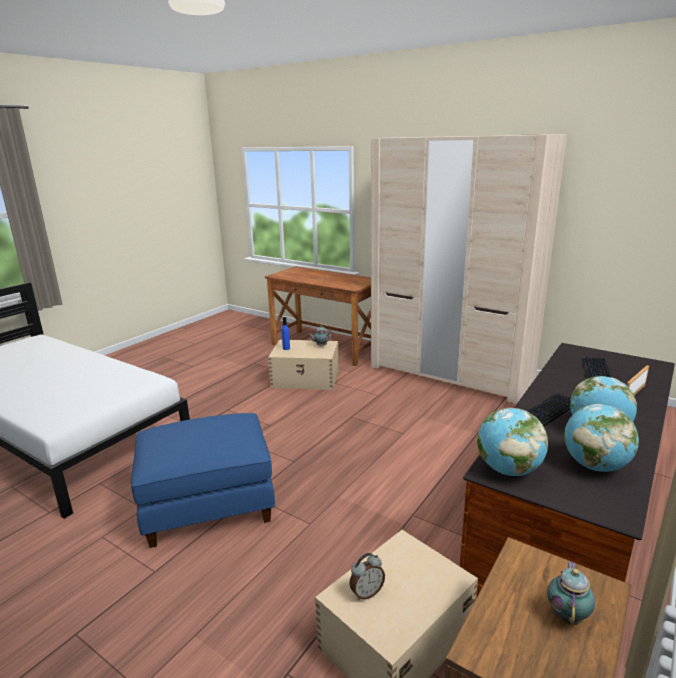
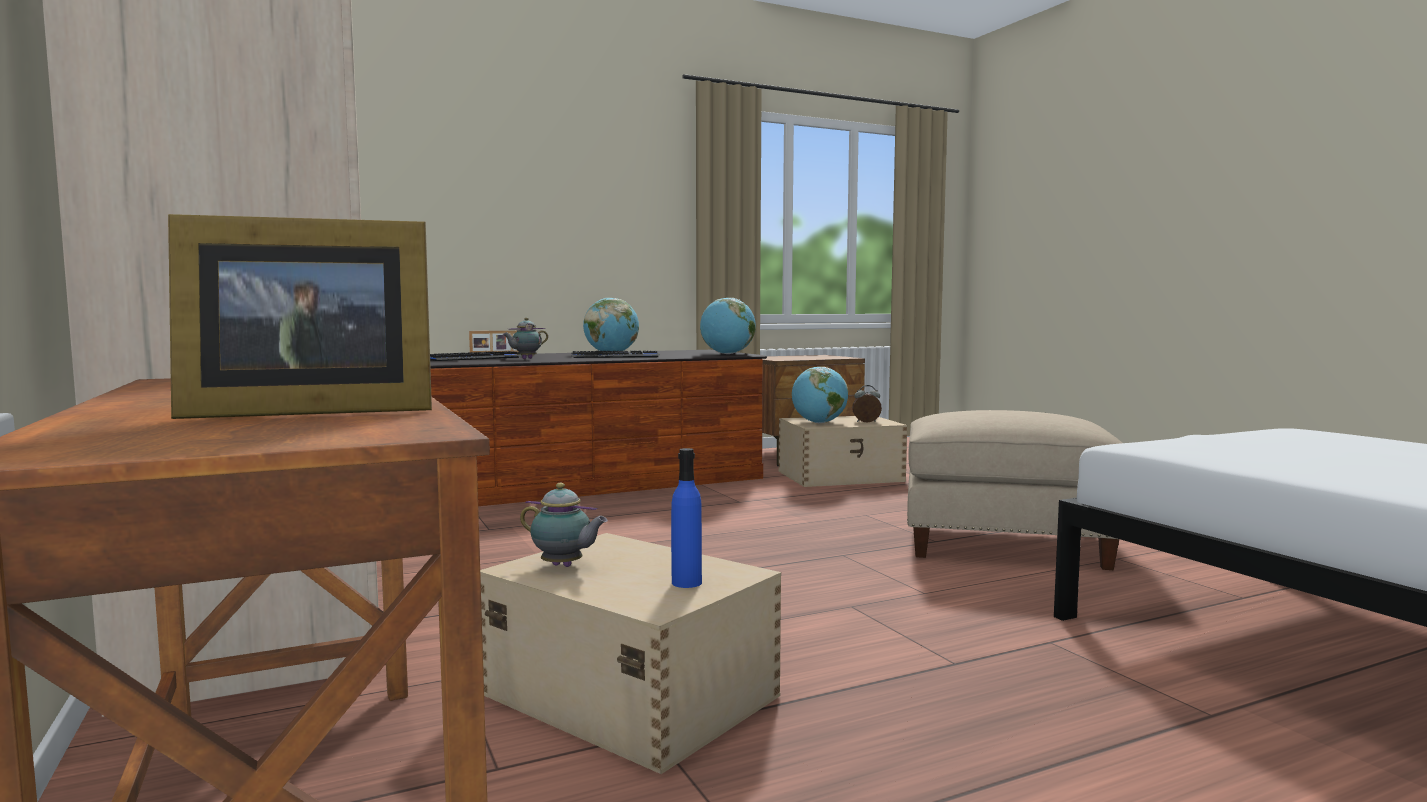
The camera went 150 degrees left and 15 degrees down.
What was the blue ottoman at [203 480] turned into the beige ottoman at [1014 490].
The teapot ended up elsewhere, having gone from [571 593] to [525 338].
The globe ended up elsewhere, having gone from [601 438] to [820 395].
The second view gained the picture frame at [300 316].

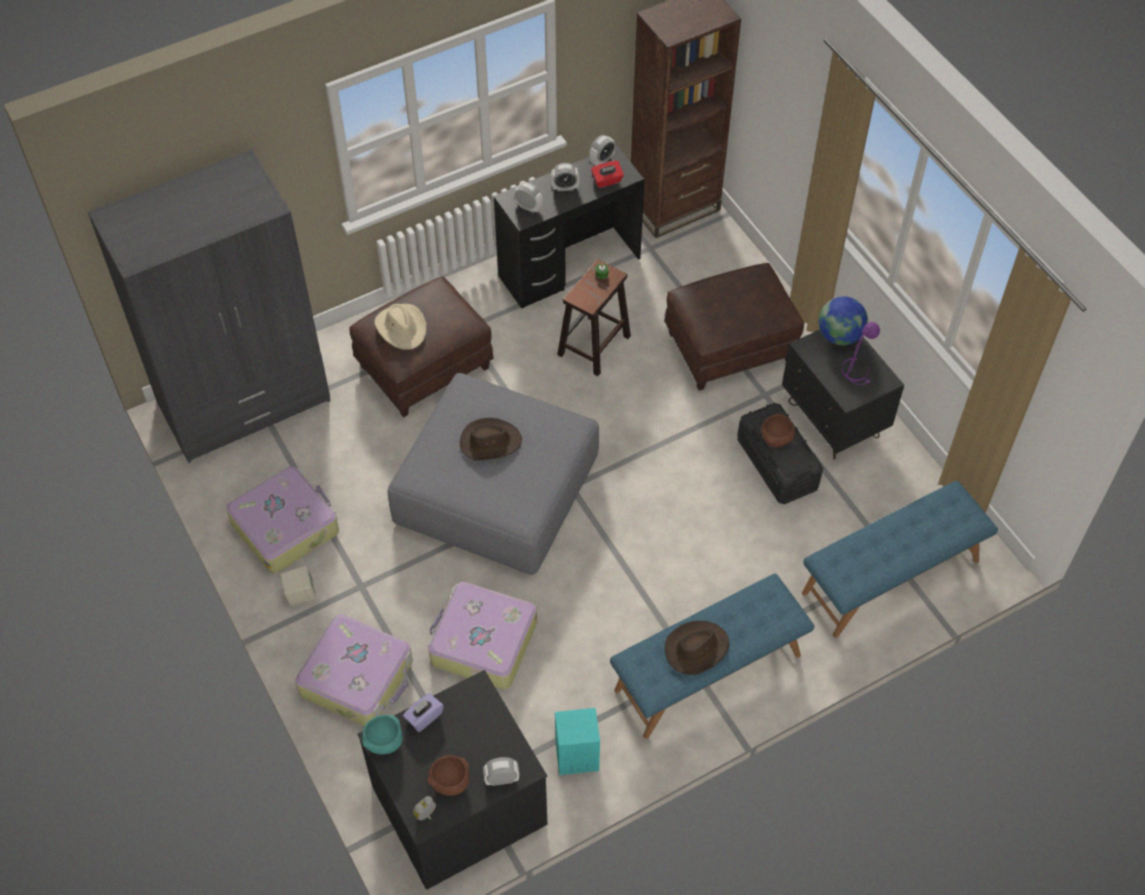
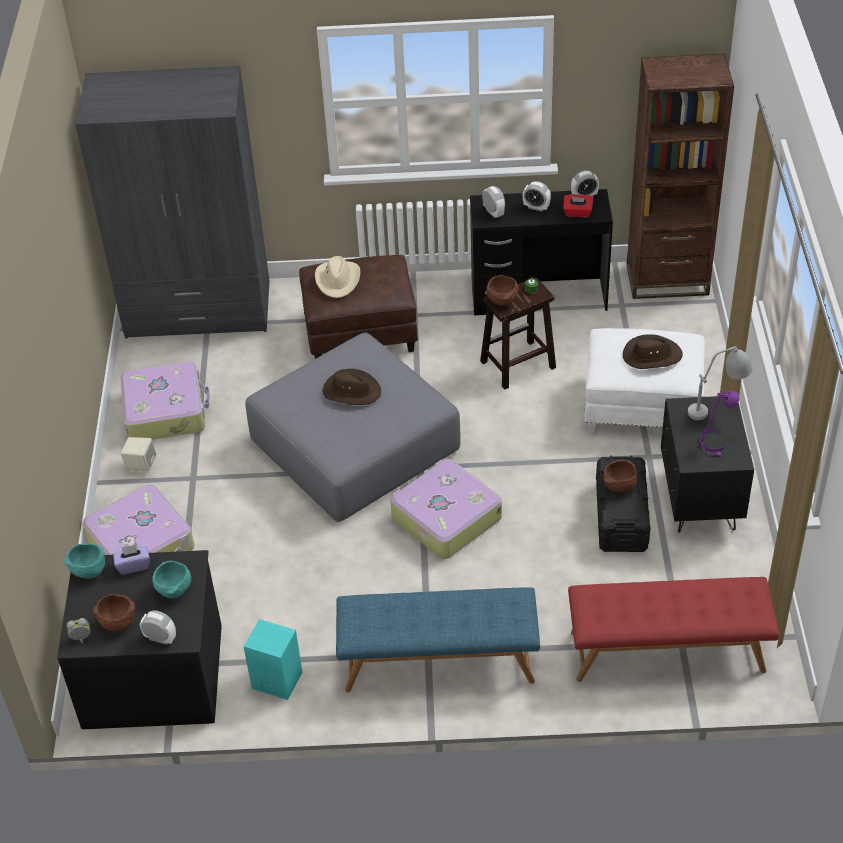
The camera went 30 degrees right and 10 degrees down.
The suitcase ended up elsewhere, having gone from [482 635] to [446 509].
What was the brown ottoman at [734 327] turned into the white ottoman at [644 380].
The brown hat ended up elsewhere, having gone from [697 648] to [653 351].
What was the blue bench at [900 559] turned into the red bench at [674 629].
Where the globe stood at [843 320], the grey table lamp came to stand at [720 383].
The second view gained the turquoise bowl at [171 580].
The second view gained the brown bowl at [502 290].

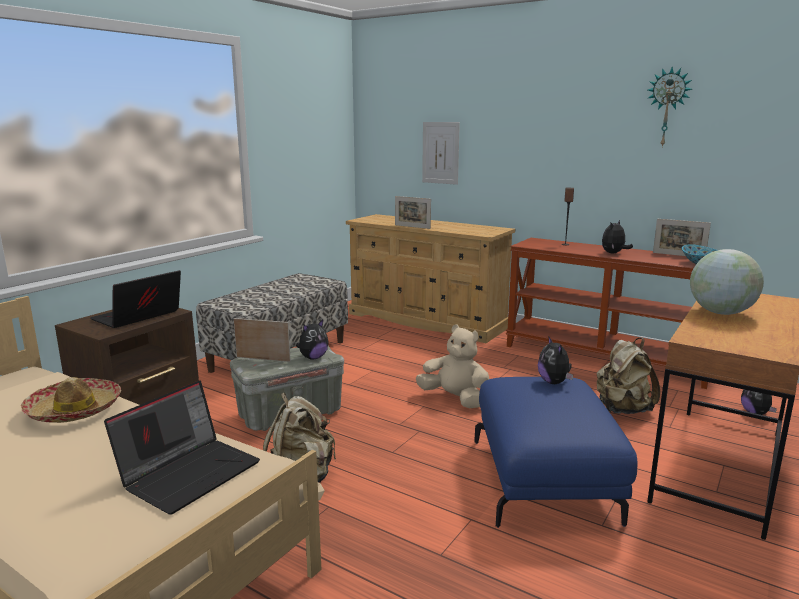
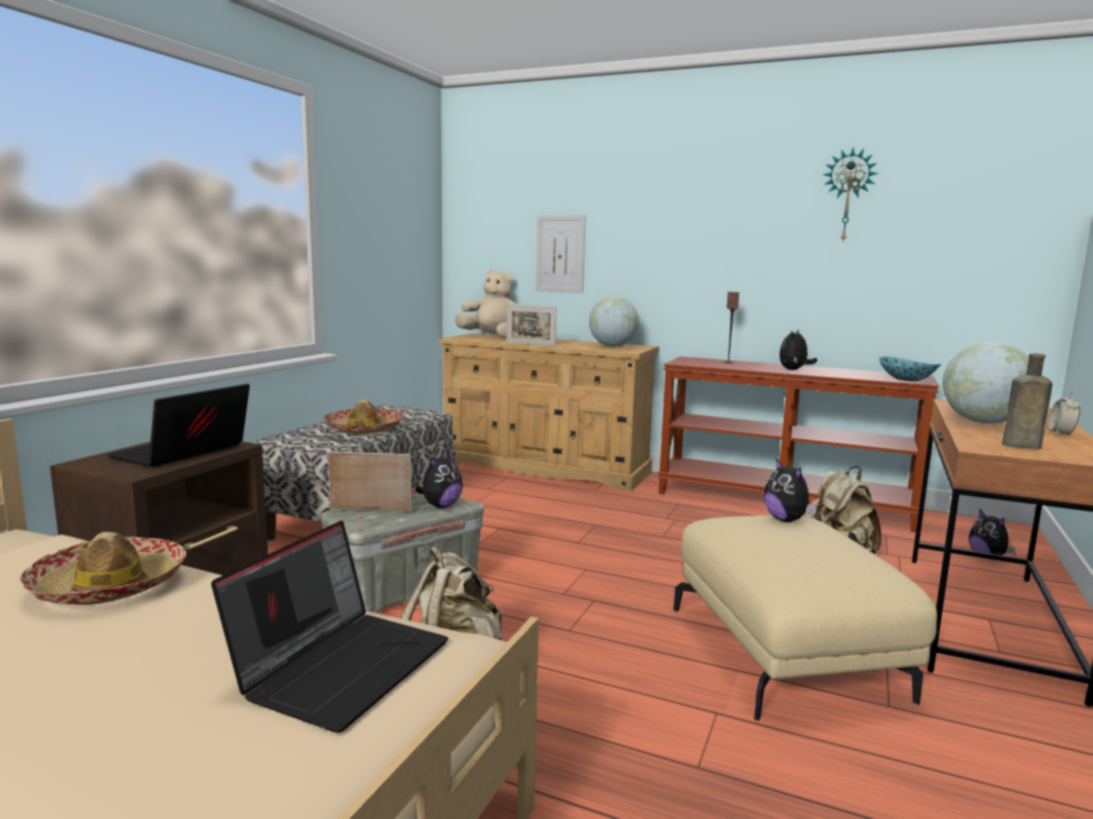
The camera went 10 degrees left and 5 degrees down.
The beige plush toy ended up elsewhere, having gone from [452 366] to [487 304].
What was the blue ottoman at [556 452] turned into the beige ottoman at [805 618].
The second view lost the picture frame at [682 237].
The second view gained the hat at [363 417].
The second view gained the globe at [614 322].
The second view gained the brown bottle at [1027 401].
The second view gained the alarm clock at [1063 413].

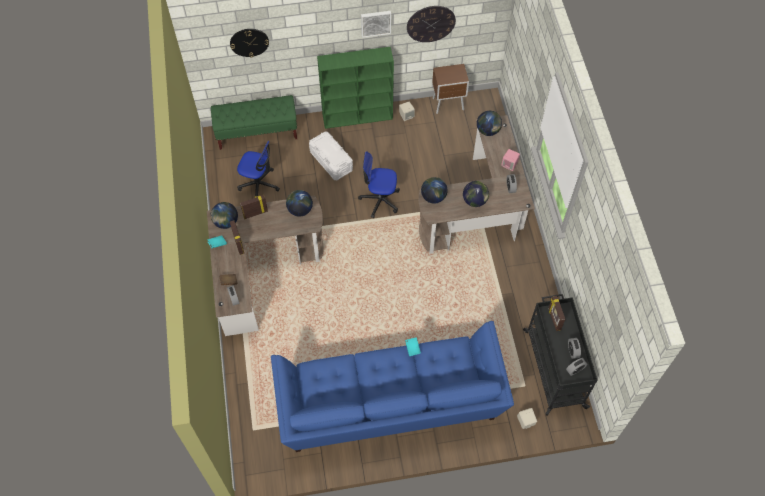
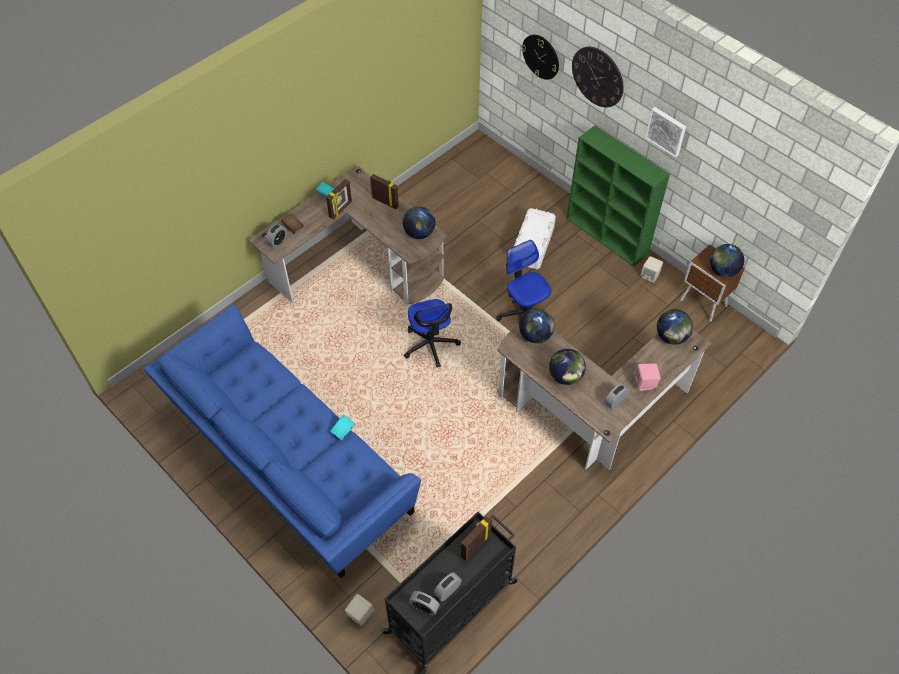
The camera went 55 degrees right and 5 degrees down.
The second view lost the green bench at [254 122].
The globe ended up elsewhere, having gone from [224 215] to [727 260].
The office chair ended up elsewhere, having gone from [258 168] to [432 333].
The wall clock ended up elsewhere, having gone from [431 24] to [598 77].

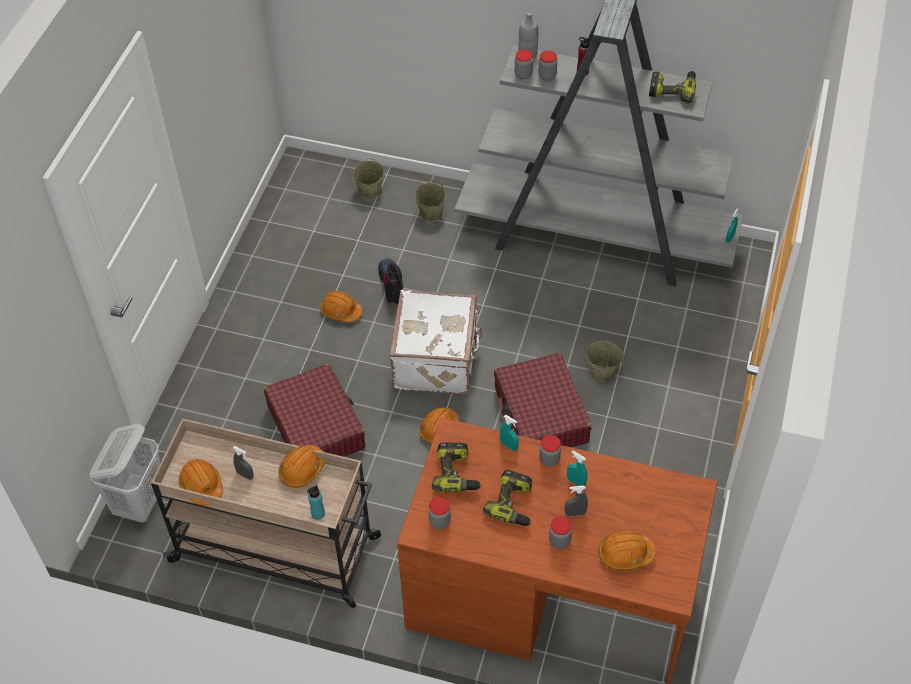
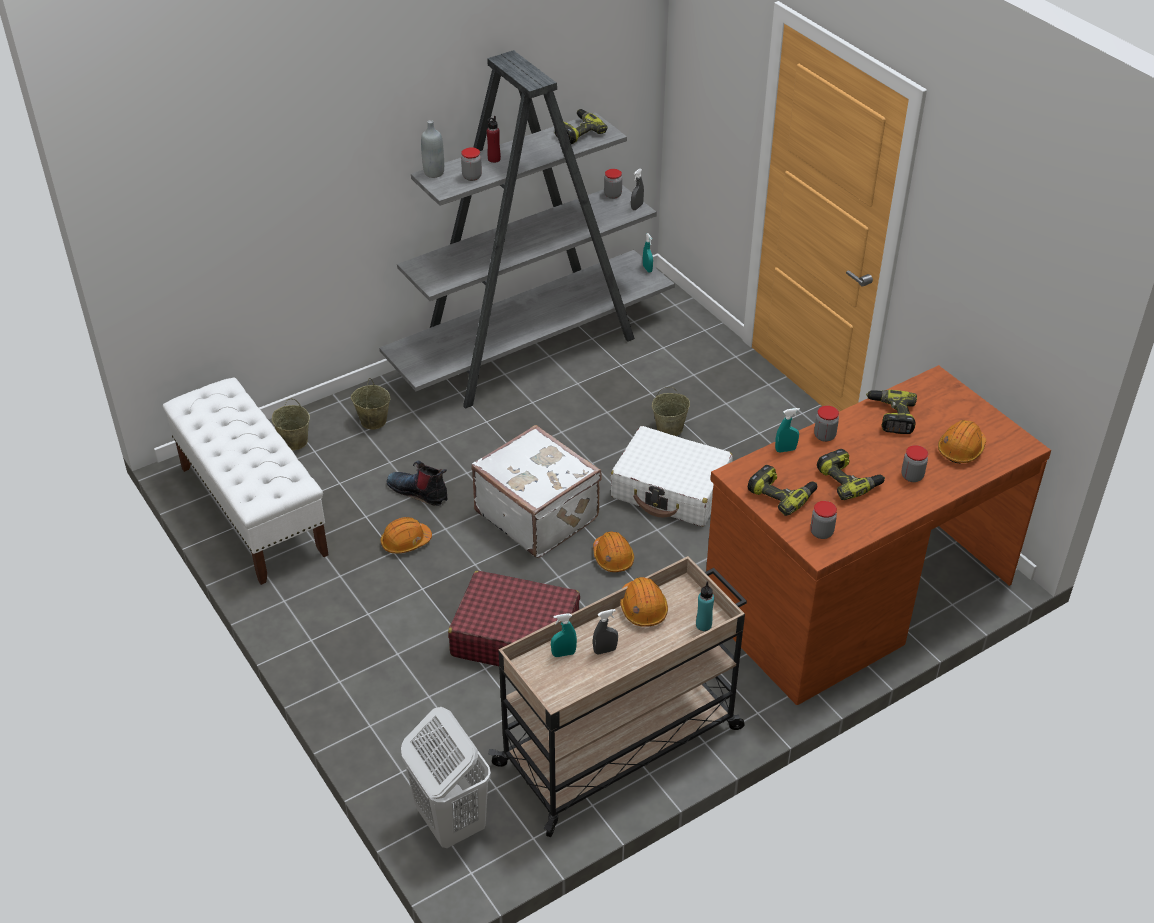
The camera went 50 degrees left and 10 degrees down.
The second view lost the orange hard hat at [200 482].
What was the red suitcase at [542 400] turned into the white suitcase at [671 476].
The jar ended up elsewhere, having gone from [524 64] to [613 184].
The grey spray bottle ended up elsewhere, having gone from [576 501] to [637 189].
The turquoise spray bottle ended up elsewhere, having gone from [577 468] to [564 635].
The second view gained the white bench at [246 481].
The second view gained the power drill at [891 412].

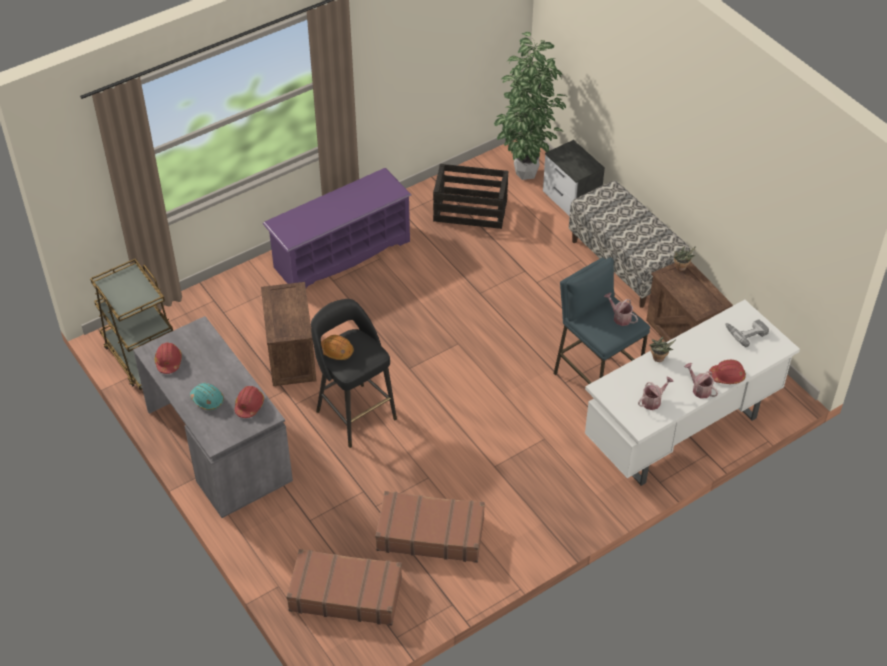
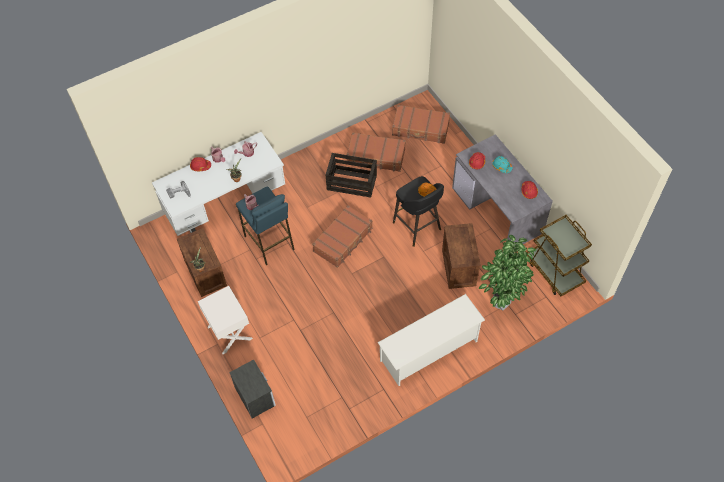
The camera went 175 degrees left and 10 degrees up.
What was the purple shoe rack at [337 228] turned into the white shoe rack at [431 340].
The crate ended up elsewhere, having gone from [470 196] to [351 175].
The potted plant ended up elsewhere, having gone from [530 106] to [507 272].
Where the bench stood at [629 244], the white nightstand came to stand at [225 320].
The second view gained the brown suitcase at [342 236].

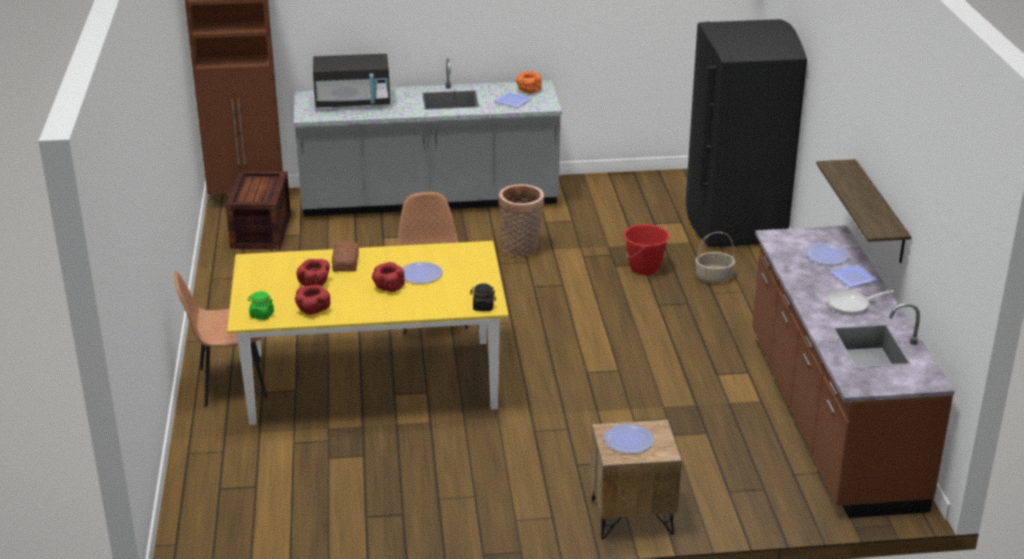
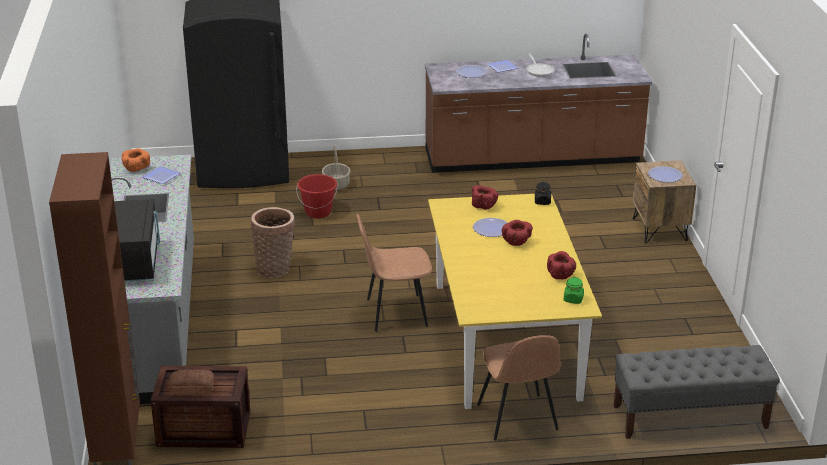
The camera went 90 degrees left and 0 degrees up.
The red bowl ended up elsewhere, having gone from [313 272] to [485 197].
The bread ended up elsewhere, having gone from [345 256] to [191 381].
The second view lost the shelf at [863 211].
The second view gained the grey bench at [697 392].

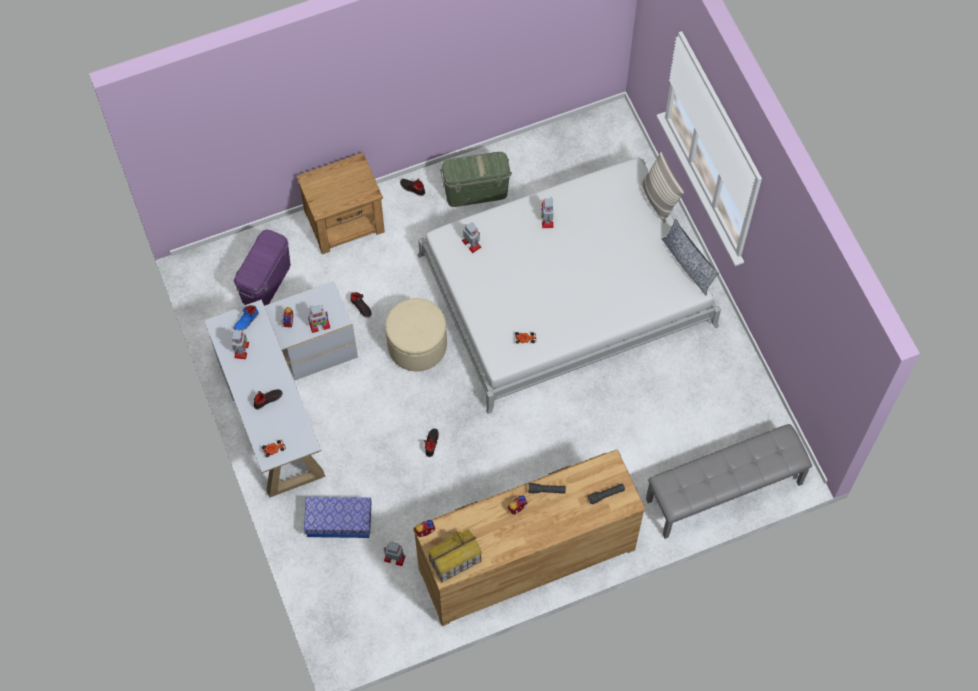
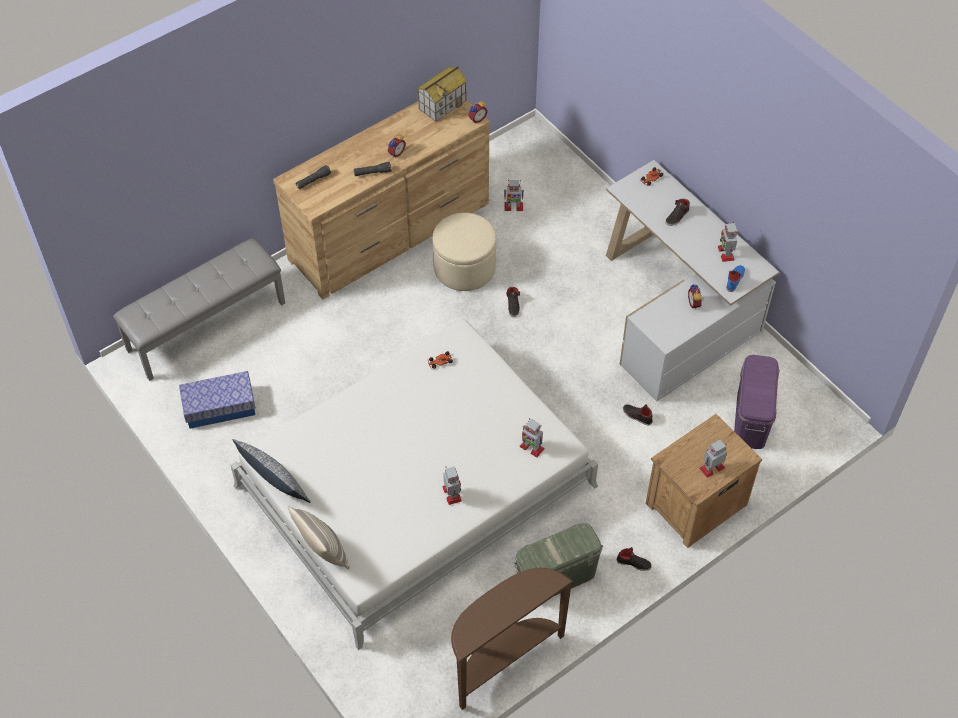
The camera went 165 degrees right and 10 degrees down.
The storage box ended up elsewhere, having gone from [337 517] to [217 400].
The toy robot ended up elsewhere, having gone from [319 319] to [713 458].
The beige ottoman ended up elsewhere, having gone from [416 334] to [464 252].
The second view gained the brown console table at [512 639].

